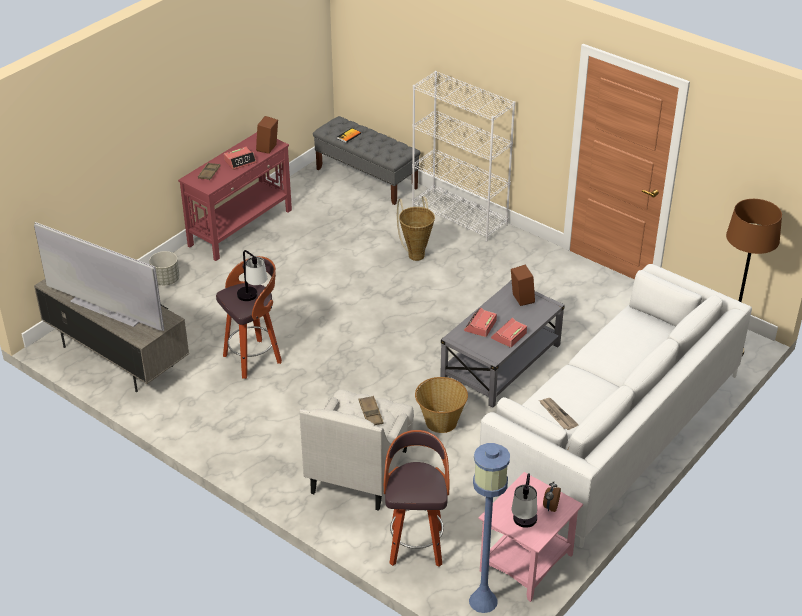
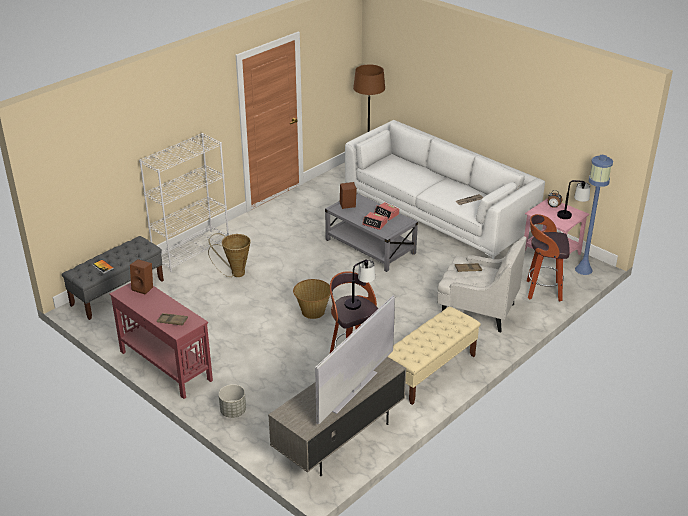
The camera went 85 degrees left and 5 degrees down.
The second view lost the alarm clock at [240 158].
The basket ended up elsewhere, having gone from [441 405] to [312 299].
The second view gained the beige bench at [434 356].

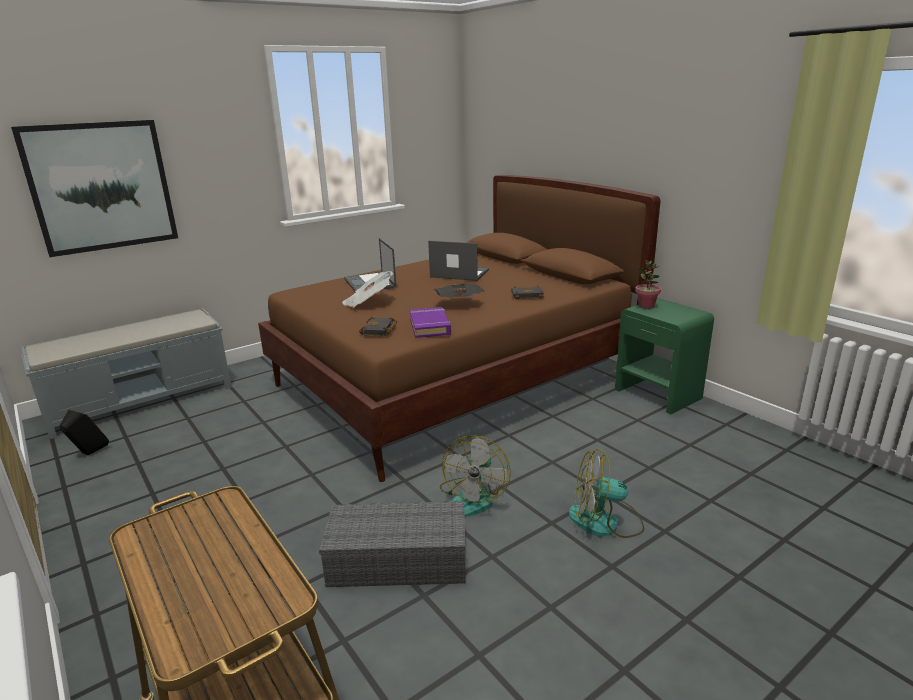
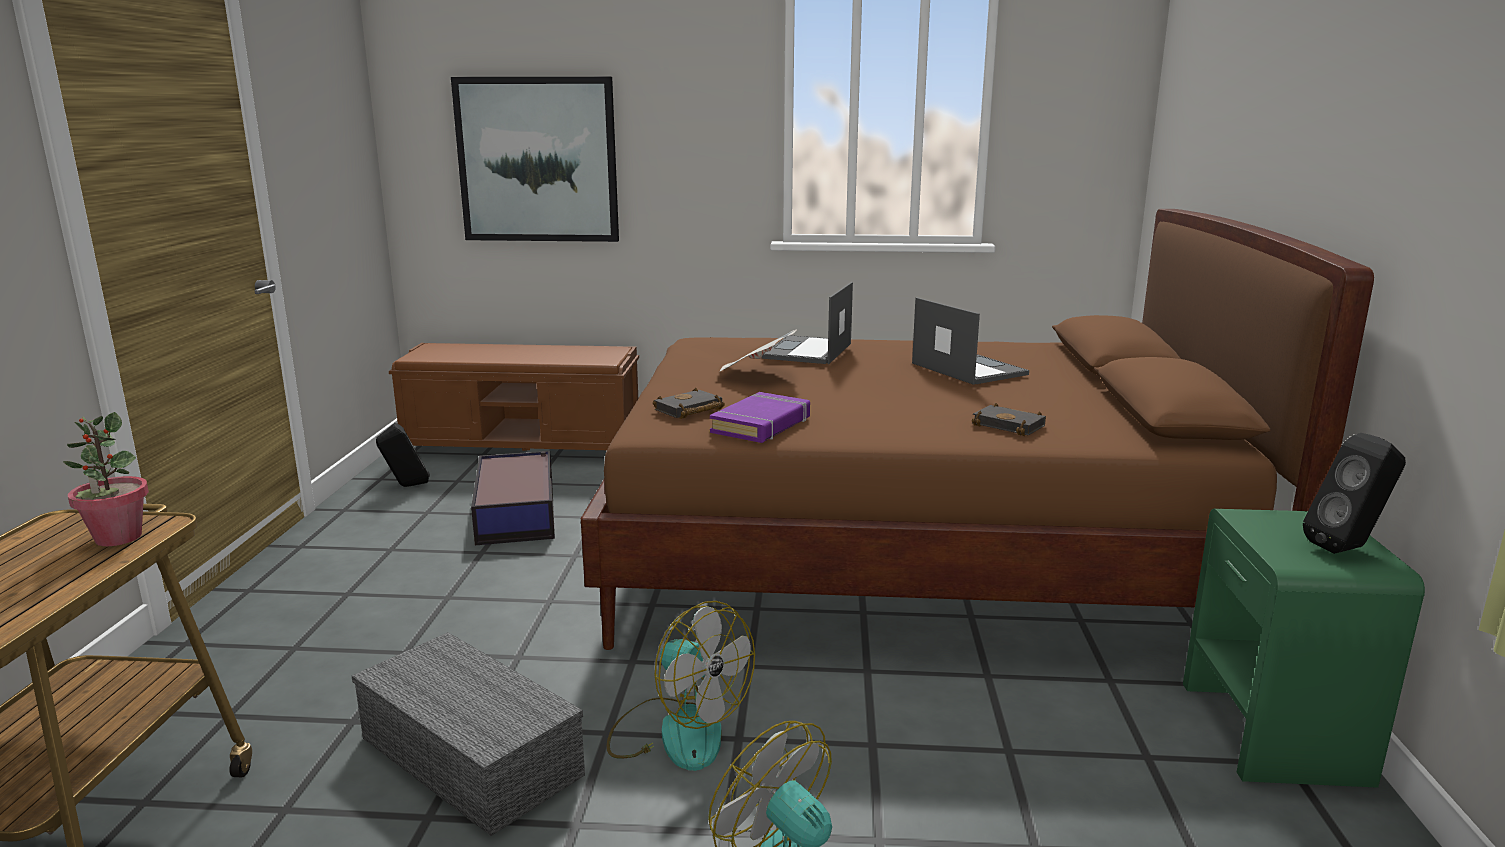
The camera went 40 degrees right and 5 degrees down.
What was the grey bench at [126 373] turned into the brown bench at [514 397].
The second view lost the newspaper at [458 290].
The fan at [475 476] ended up facing another way, 105 degrees counterclockwise from before.
The potted plant ended up elsewhere, having gone from [648 284] to [106 479].
The second view gained the storage box at [513 498].
The second view gained the black speaker at [1354 493].

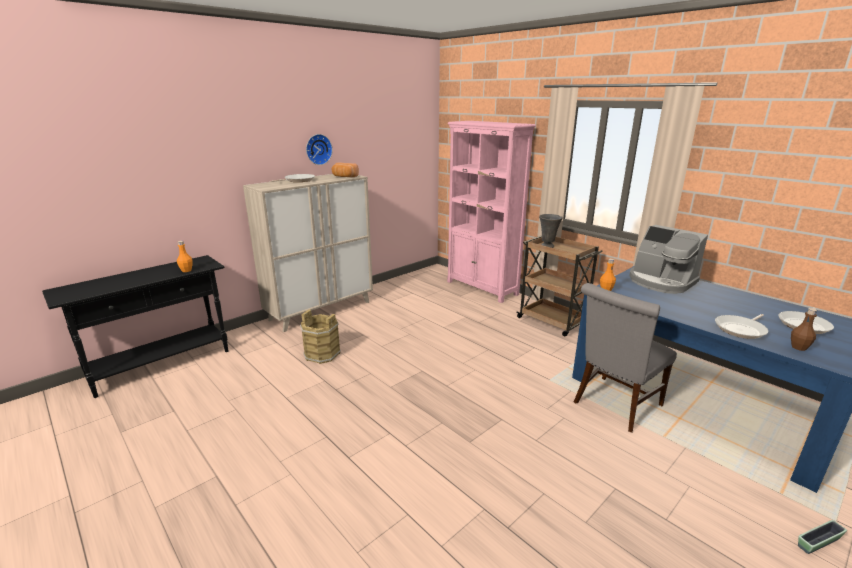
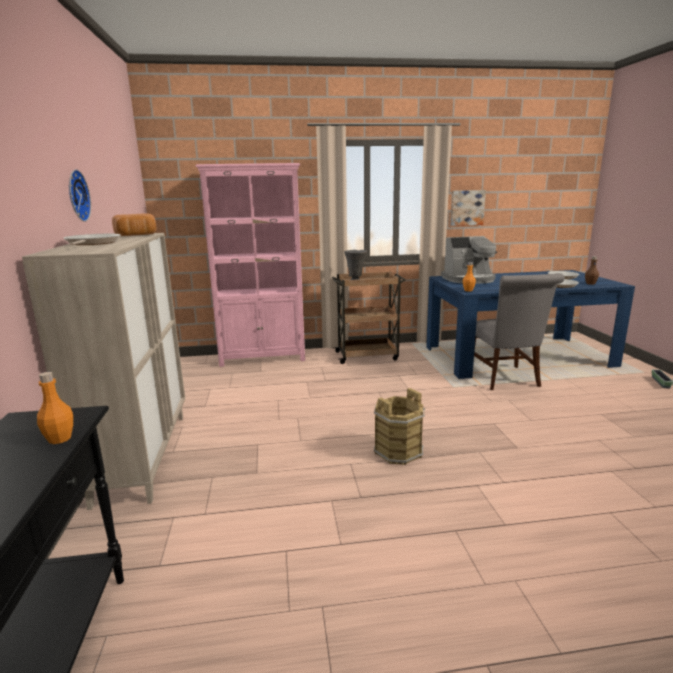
The camera went 55 degrees left and 5 degrees down.
The brown bucket ended up elsewhere, having gone from [320 337] to [399 426].
The second view gained the picture at [468 208].

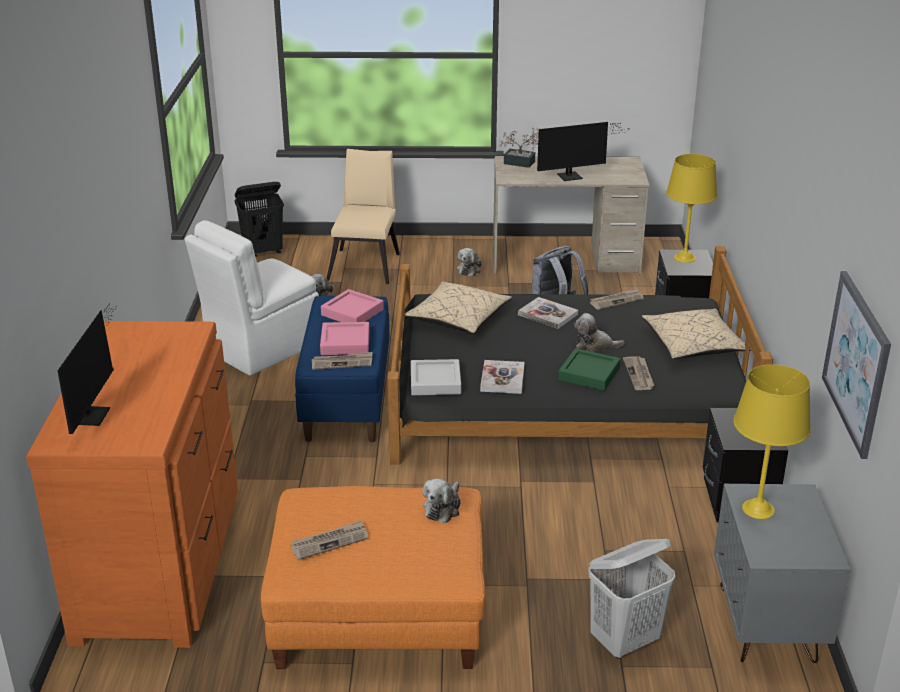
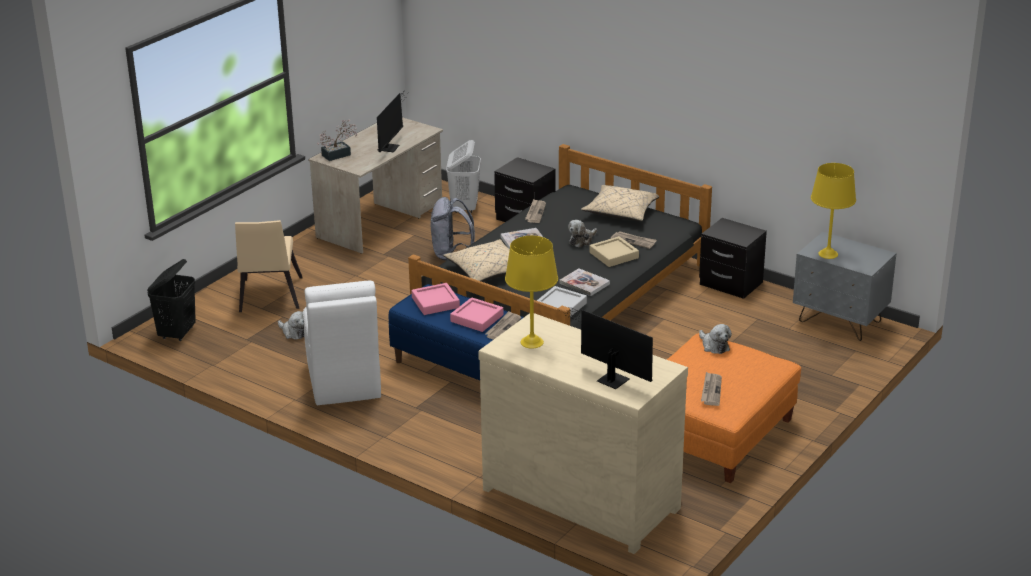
The camera went 55 degrees left and 0 degrees up.
What was the orange dresser at [132 484] turned into the beige dresser at [583 433].
The beige chair at [363 216] ended up facing another way, 135 degrees counterclockwise from before.
The second view lost the plush toy at [469 262].
What was the green tray at [589 369] turned into the beige tray at [614 251].
The white laundry basket ended up elsewhere, having gone from [631 599] to [463 176].
The yellow table lamp ended up elsewhere, having gone from [691 208] to [531 292].
The second view lost the picture at [856 365].

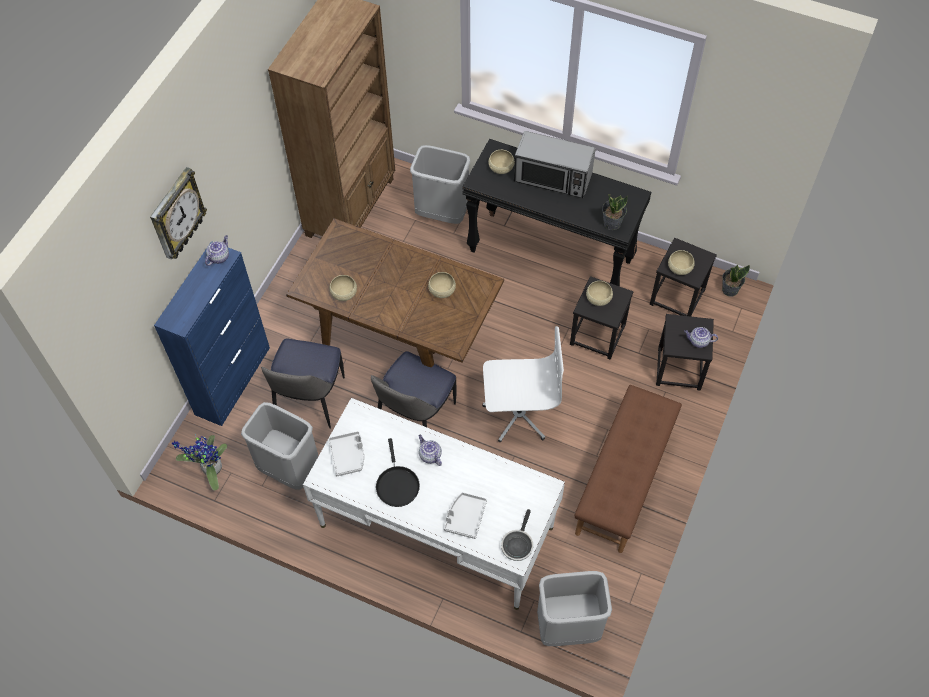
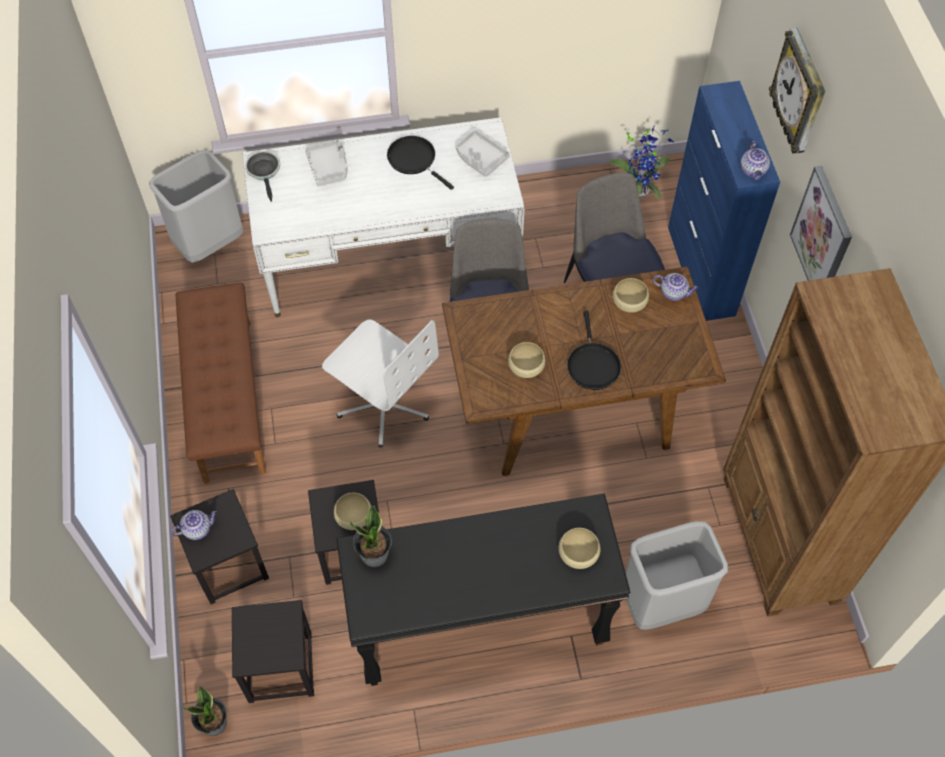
The camera went 145 degrees right and 0 degrees up.
The second view lost the grey trash can at [279 446].
The teapot ended up elsewhere, having gone from [430 450] to [676 287].
The white office chair at [523 384] ended up facing another way, 105 degrees counterclockwise from before.
The second view lost the microwave at [555 164].
The second view lost the beige bowl at [681 262].
The second view gained the black frying pan at [594 350].
The second view gained the picture at [821 223].

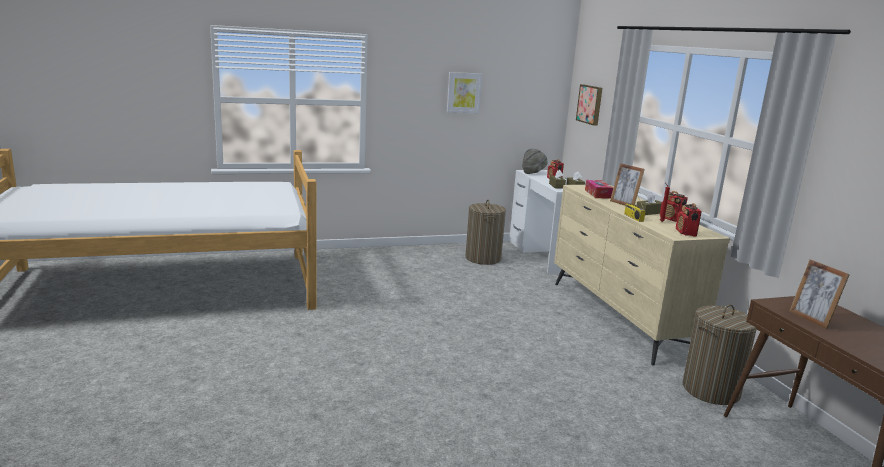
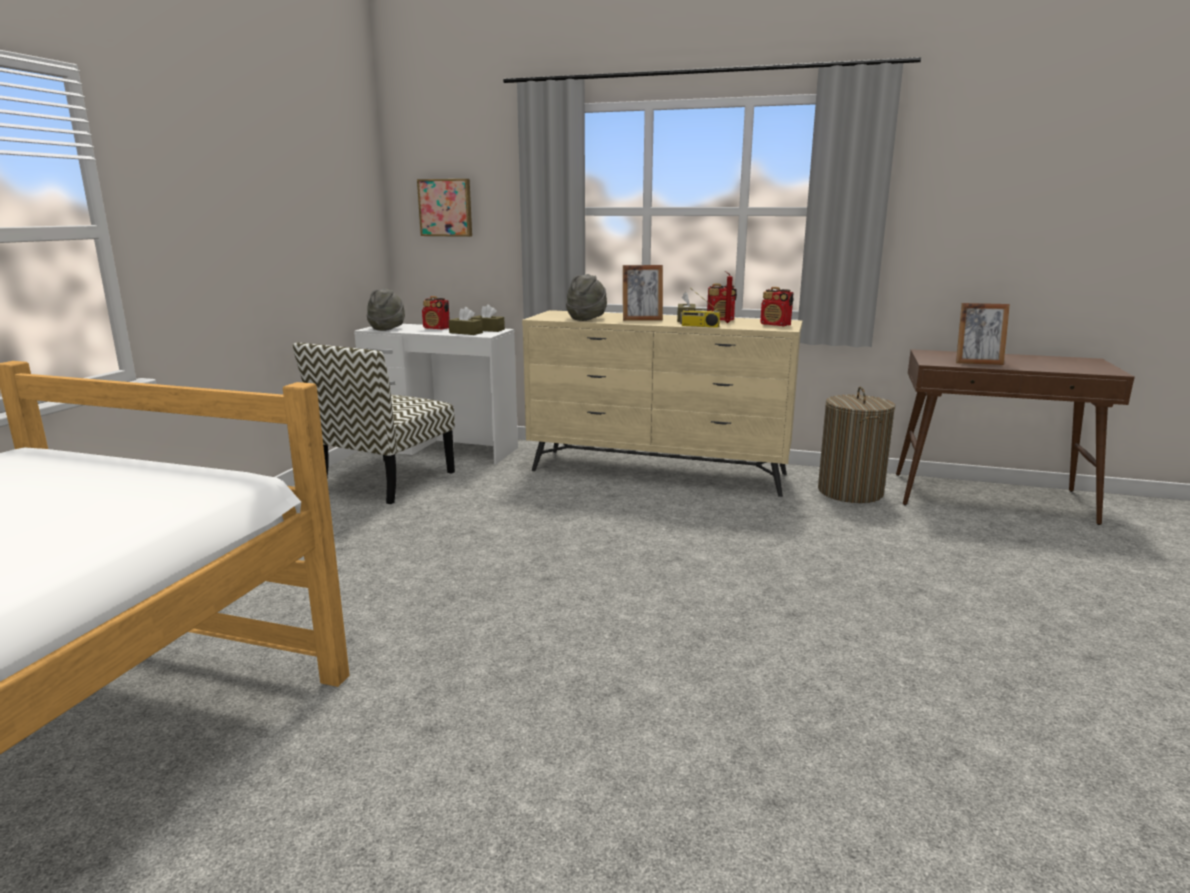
The camera went 55 degrees left and 0 degrees up.
The second view lost the picture at [464 92].
Where the laundry basket stood at [485 232], the chair came to stand at [374 423].
Where the tissue box stood at [599 189], the grey hat came to stand at [586 297].

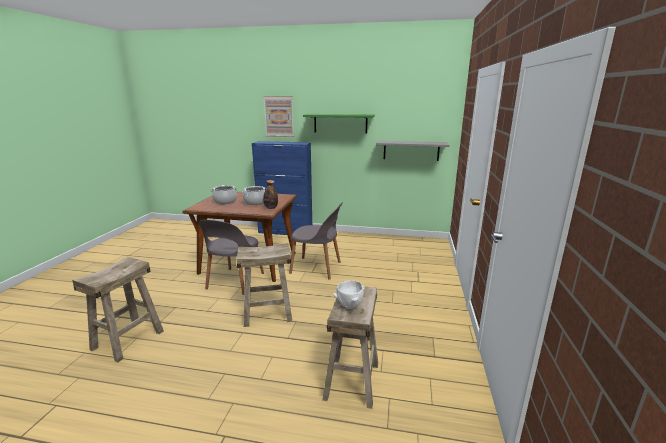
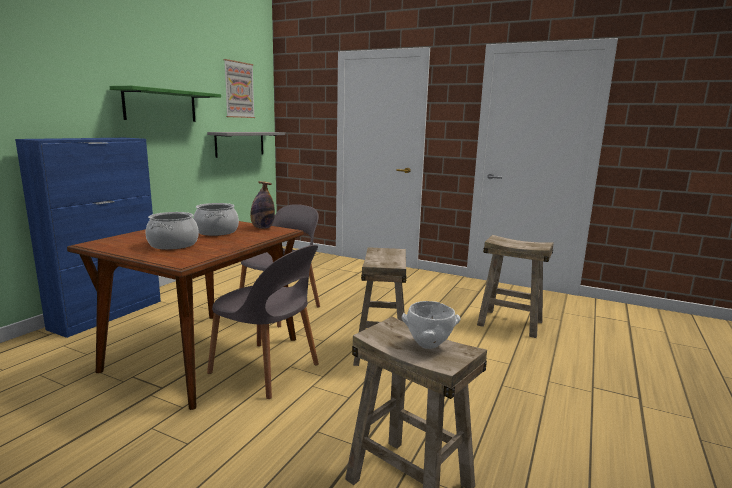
The camera went 75 degrees left and 5 degrees down.
The picture ended up elsewhere, having gone from [278 116] to [239 88].
The white bowl ended up elsewhere, having gone from [349 294] to [431 325].

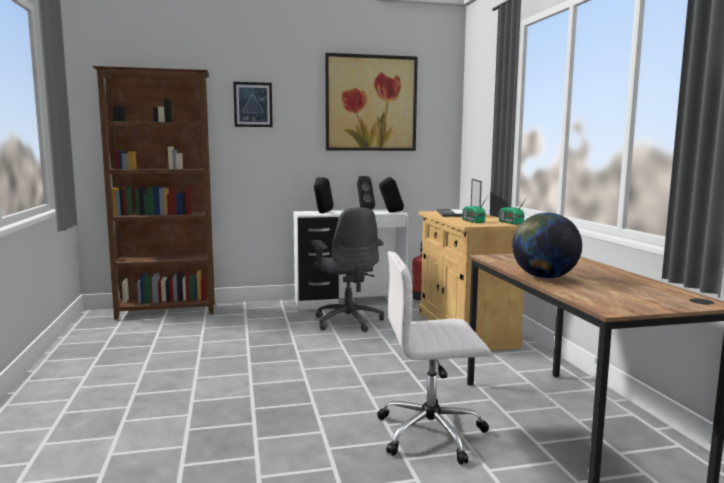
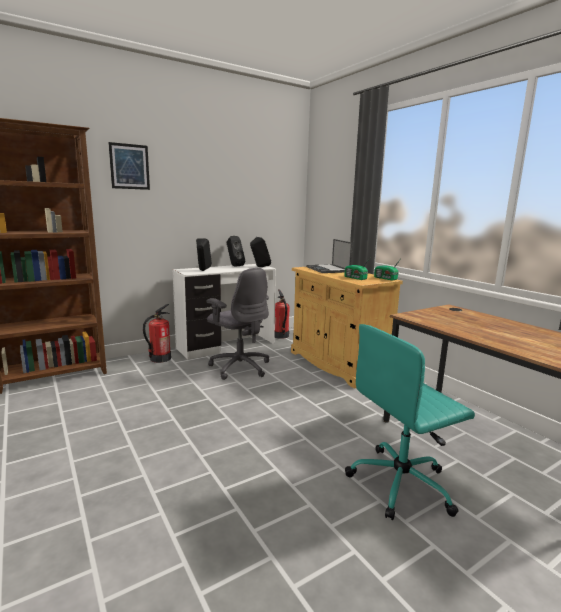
The camera went 20 degrees left and 5 degrees up.
The second view lost the picture at [371 102].
What was the white office chair at [434 358] turned into the turquoise office chair at [410 422].
The second view lost the globe at [547 246].
The second view gained the fire extinguisher at [157 333].

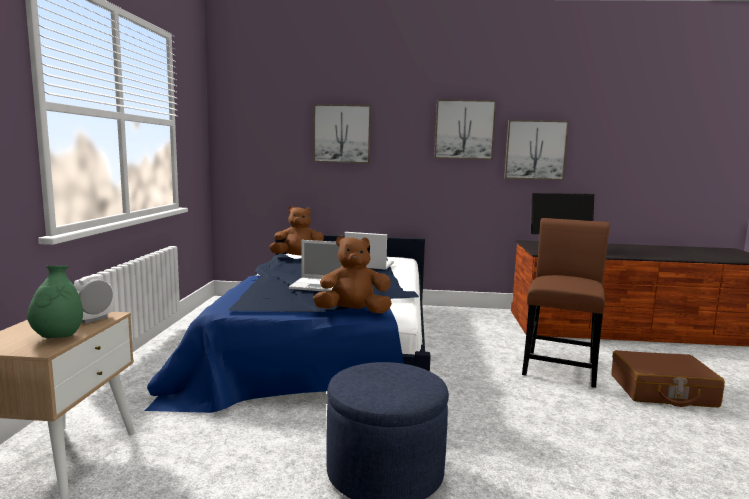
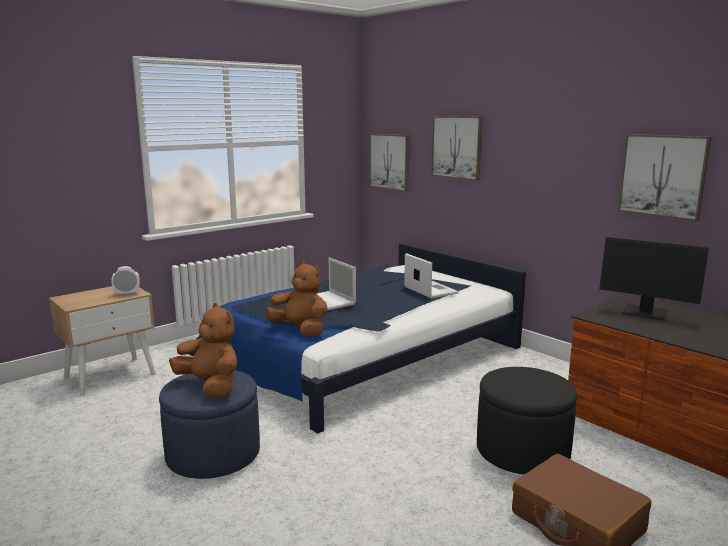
The camera went 45 degrees right and 5 degrees up.
The second view lost the green vase at [55 302].
The brown plush toy ended up elsewhere, having gone from [296 231] to [203 350].
The picture ended up elsewhere, having gone from [465 129] to [389 163].
Where the brown chair stood at [566 303], the black ottoman came to stand at [527 421].

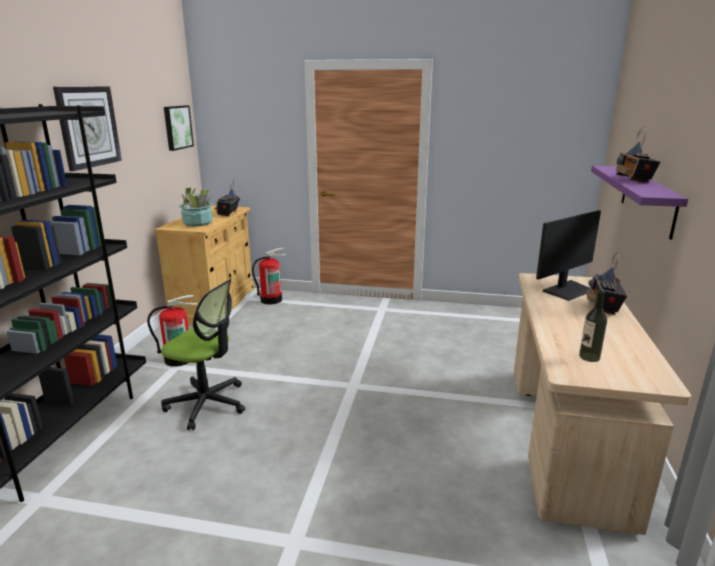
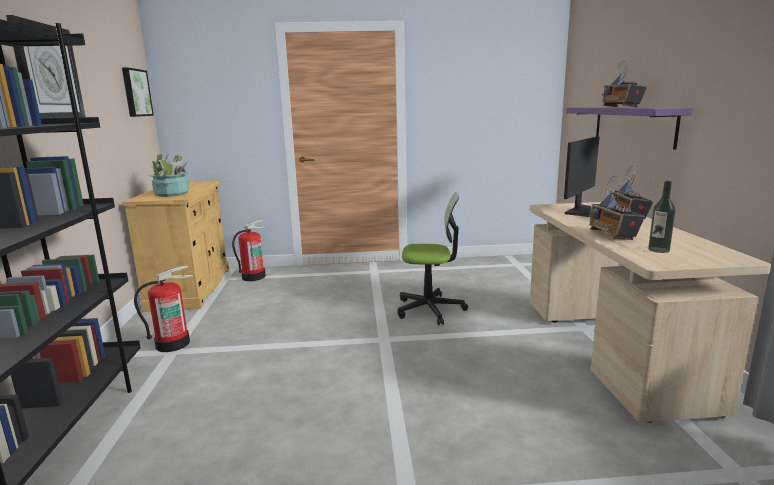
The camera went 15 degrees left and 5 degrees down.
The office chair ended up elsewhere, having gone from [203 354] to [432 258].
The radio ended up elsewhere, having gone from [227 198] to [617 208].

